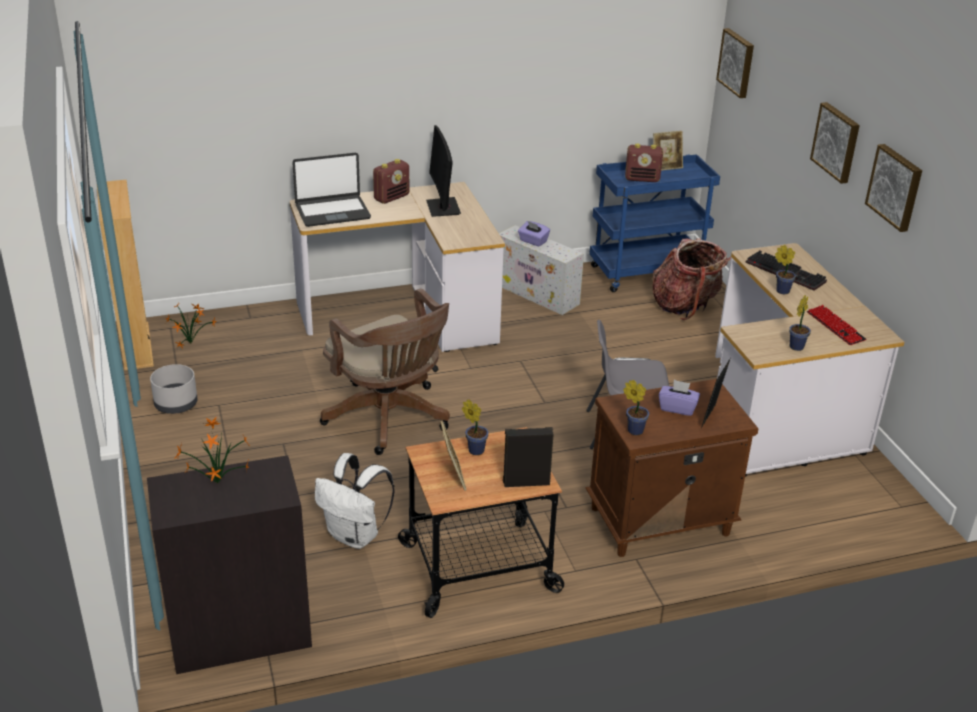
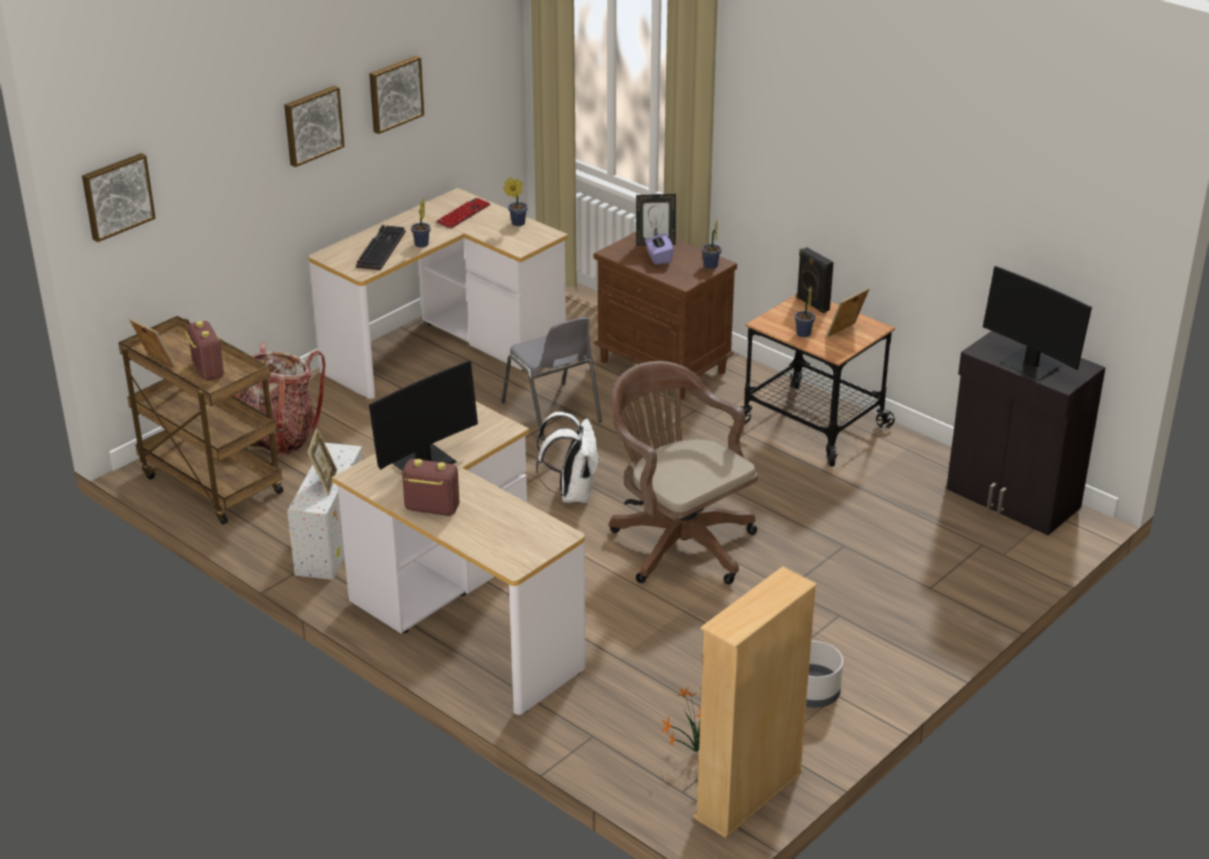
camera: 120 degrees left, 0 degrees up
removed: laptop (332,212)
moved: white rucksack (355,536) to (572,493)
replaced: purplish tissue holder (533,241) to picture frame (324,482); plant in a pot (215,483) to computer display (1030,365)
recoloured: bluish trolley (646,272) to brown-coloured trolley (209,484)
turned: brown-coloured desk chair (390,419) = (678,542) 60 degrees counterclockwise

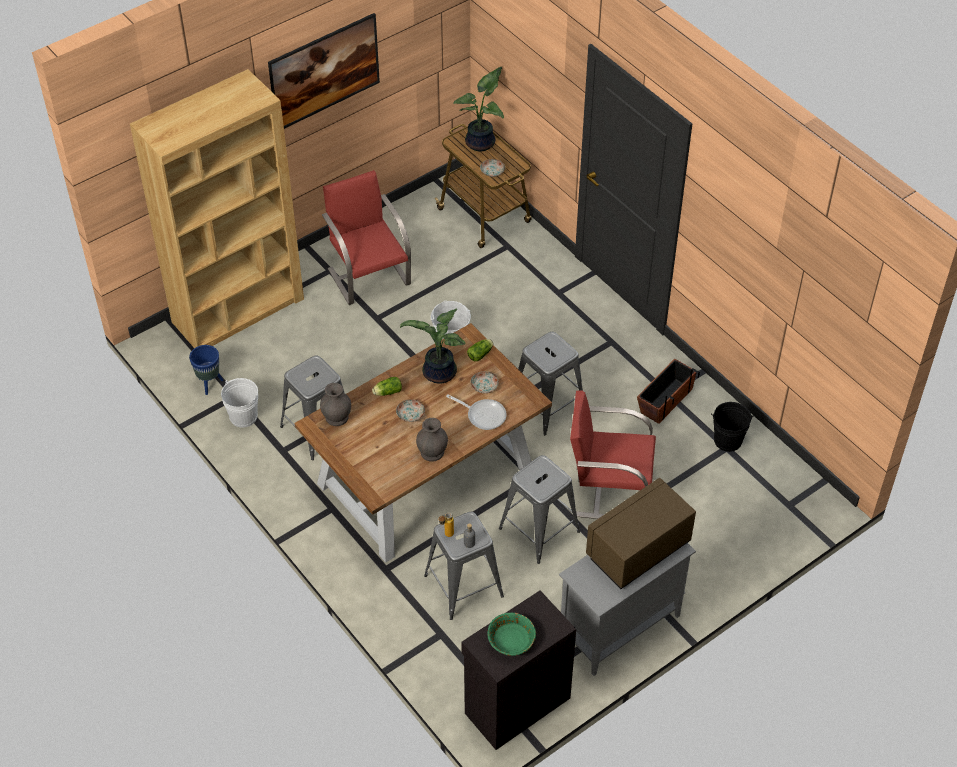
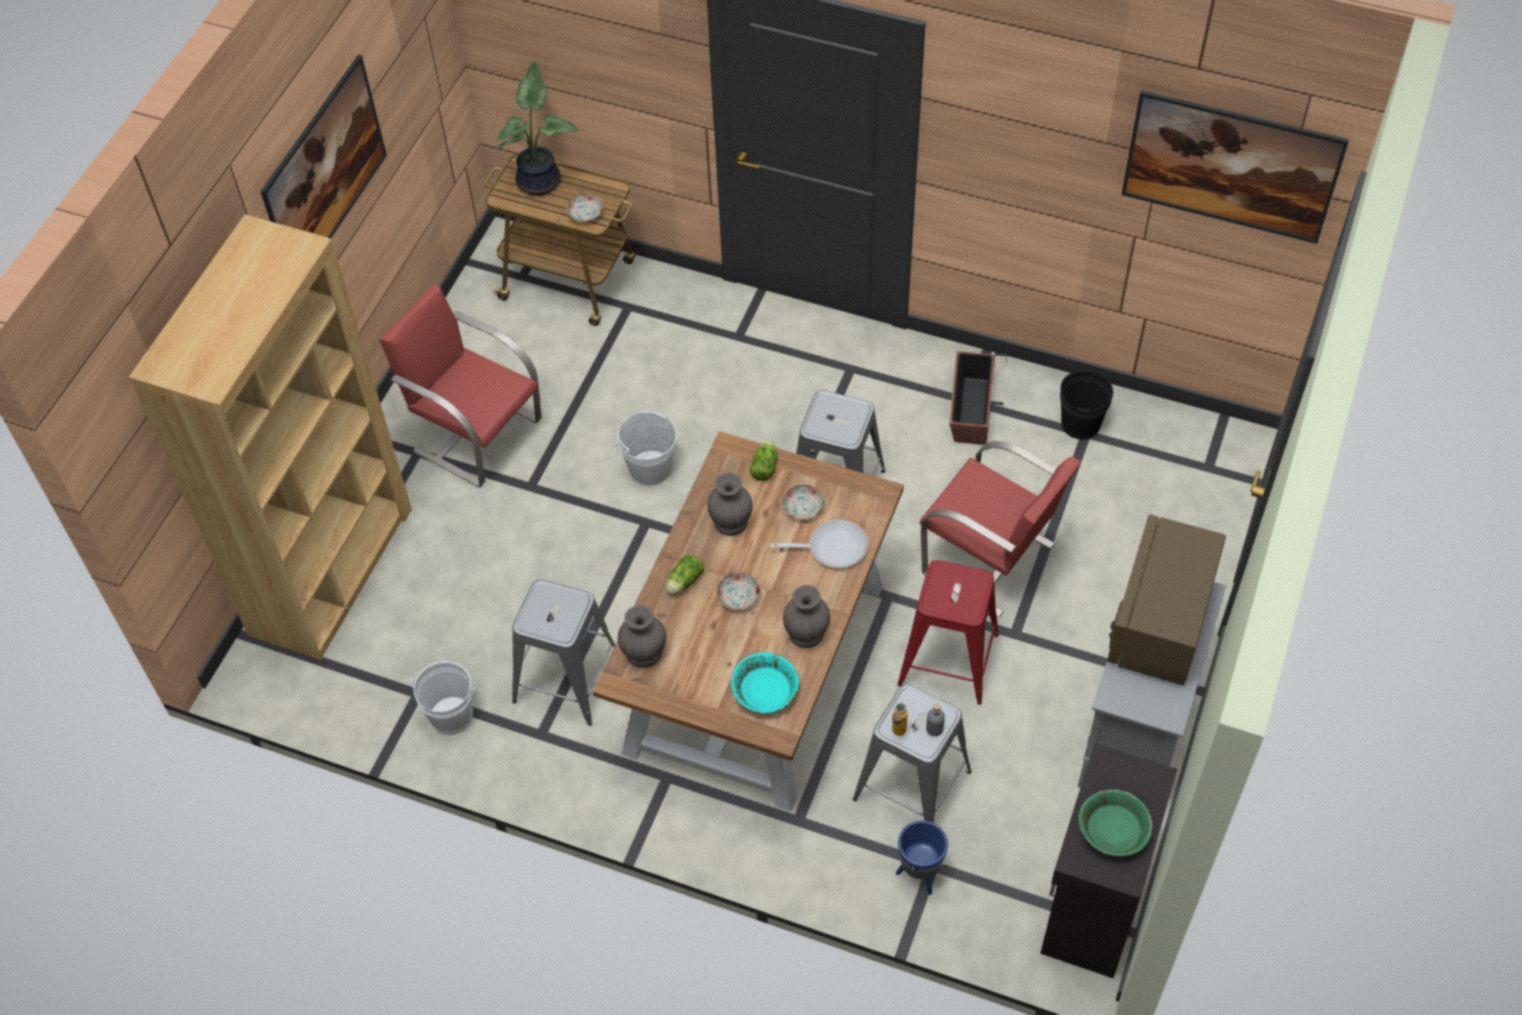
camera: 30 degrees left, 5 degrees up
added: wall picture (1225,192); turquoise-coloured deep dish (765,691)
moved: bluish flower pot (209,384) to (919,874)
replaced: plant in a pot (437,374) to grey vase (730,522)
recoloured: grey stool seat (539,529) to red stool seat (948,659)
turned: red chair (608,489) = (990,560) 120 degrees counterclockwise

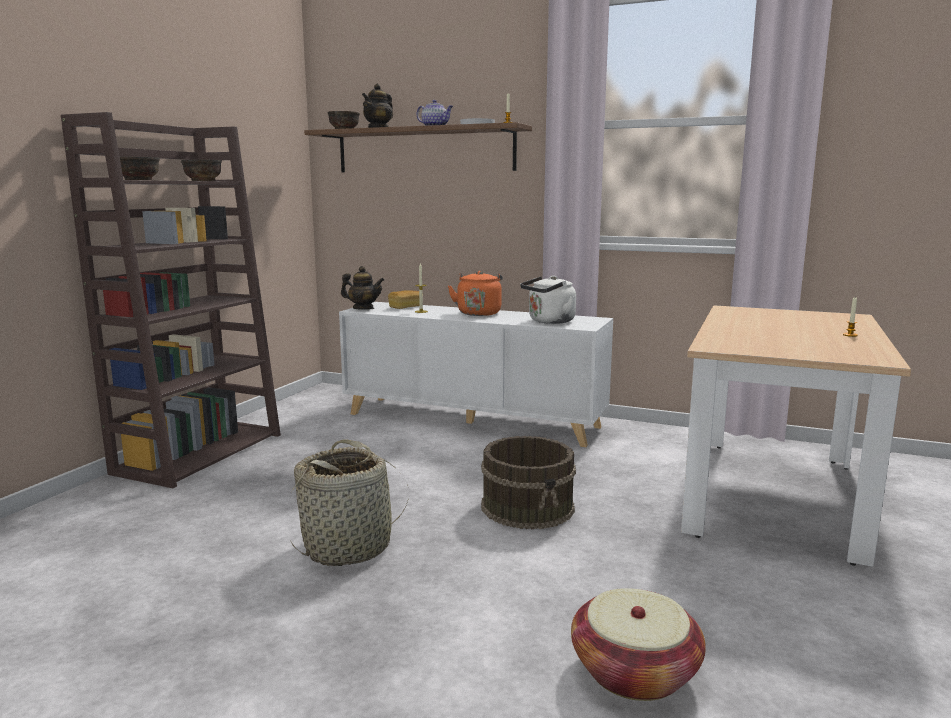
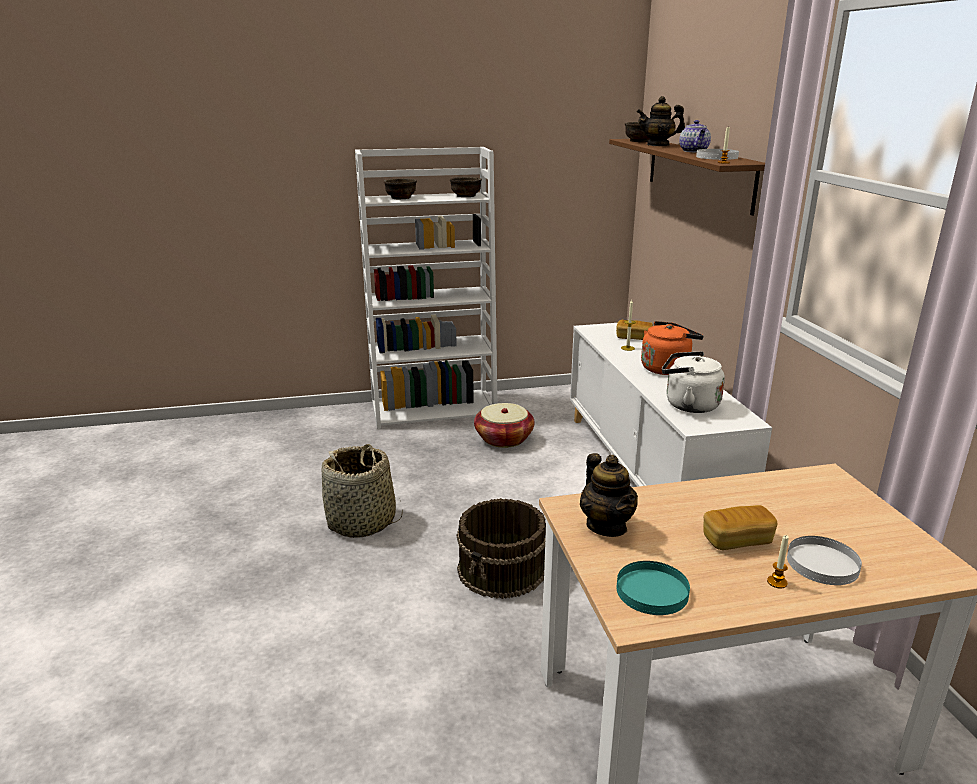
camera: 55 degrees right, 10 degrees up
added: bakery bread (737,540); white flat dish (823,563); turquoise-coloured flat dish (652,591)
moved: pot for tea (363,309) to (607,526); basket (634,672) to (503,439)
recoloured: brown-coloured bookshelf (200,452) to white bookshelf (434,409)

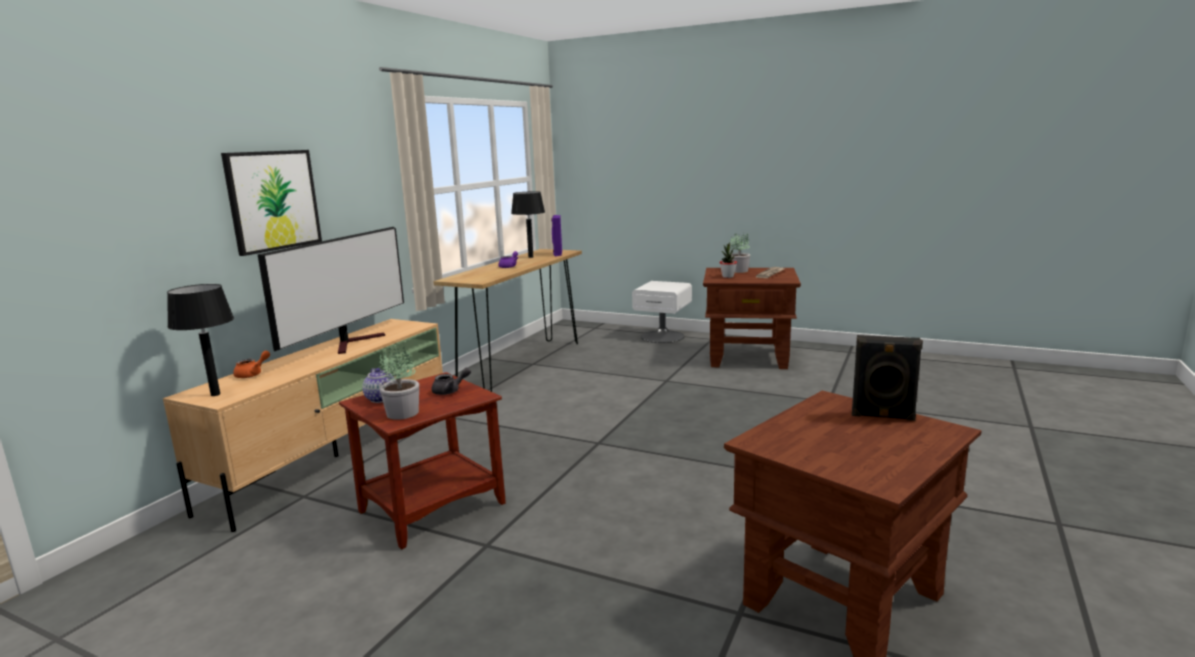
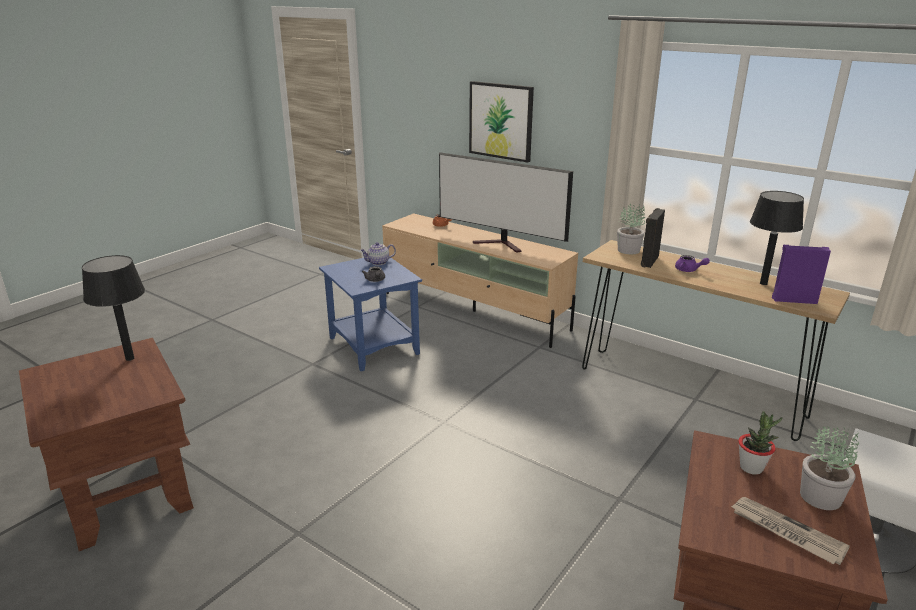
camera: 100 degrees right, 10 degrees up
moved: blackish lamp for a table (215,394) to (129,358); blackish loudspeaker (882,416) to (648,261); plant in a pot (402,413) to (629,250)
recoloured: brown-coloured accent table (431,507) to bluish accent table (375,345)

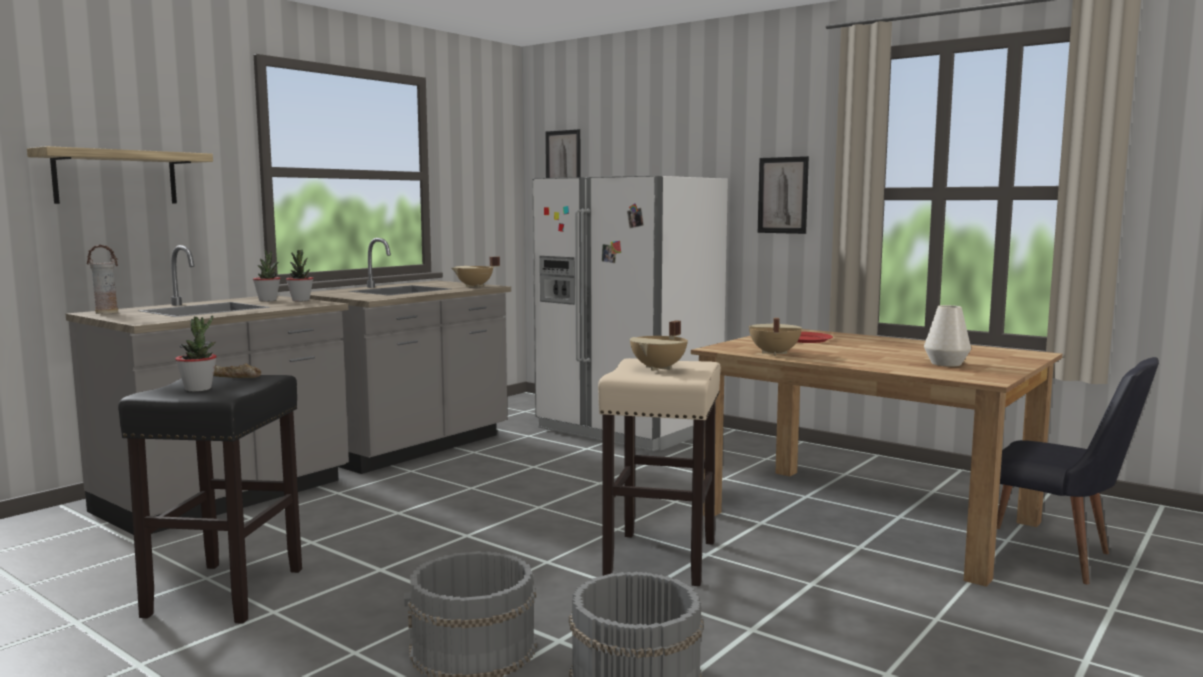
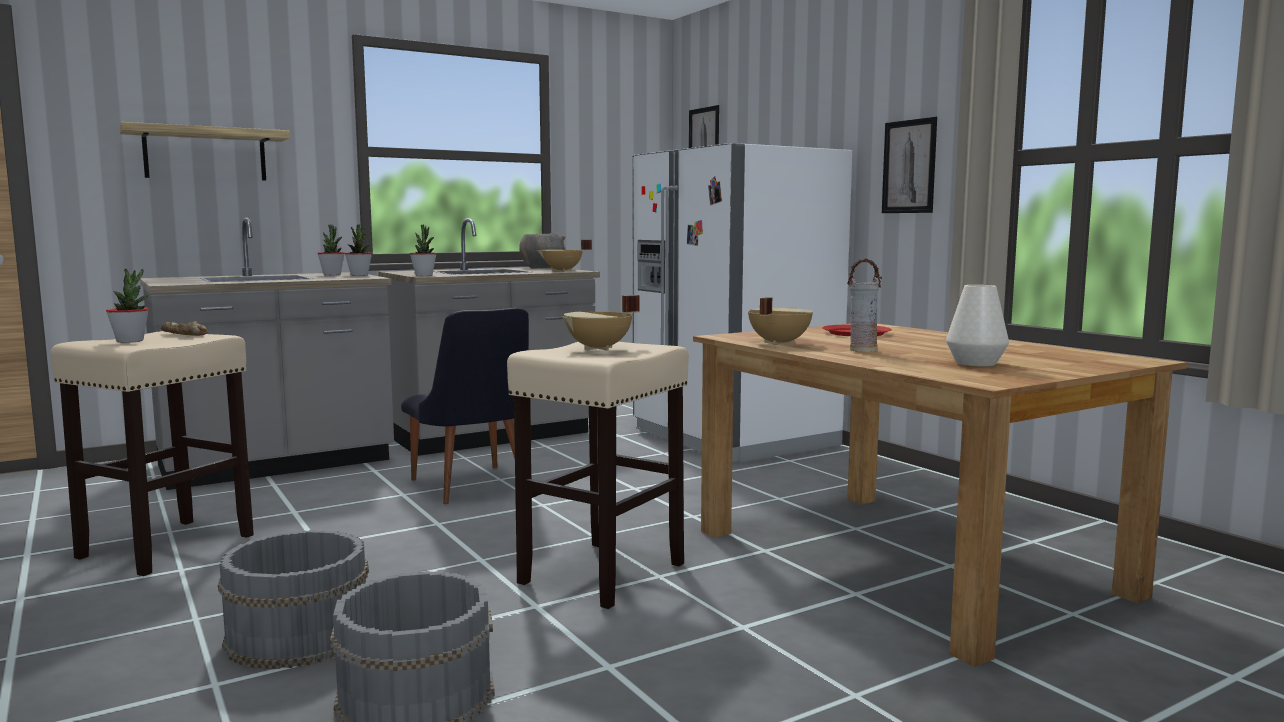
camera: 20 degrees right, 0 degrees up
added: plant in a pot (424,275); grey deep dish (542,268)
moved: vase (106,313) to (862,351); blackish chair (1053,558) to (473,488)
recoloured: blackish stool seat (226,591) to sand-coloured stool seat (168,545)

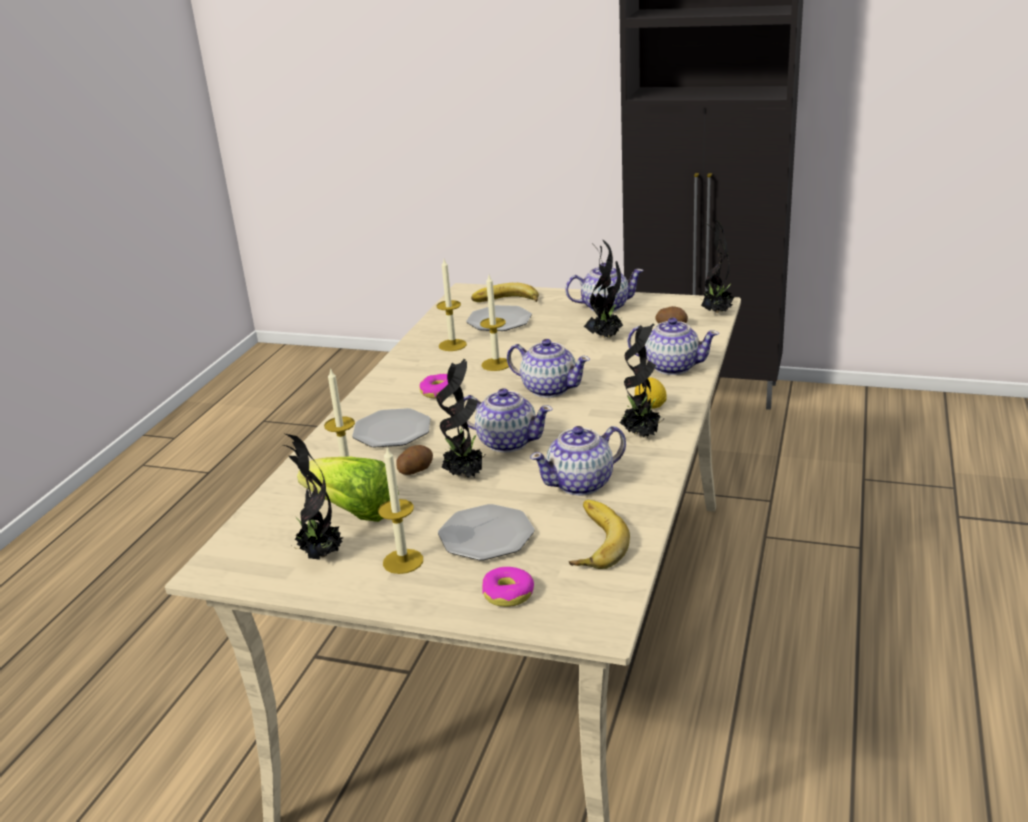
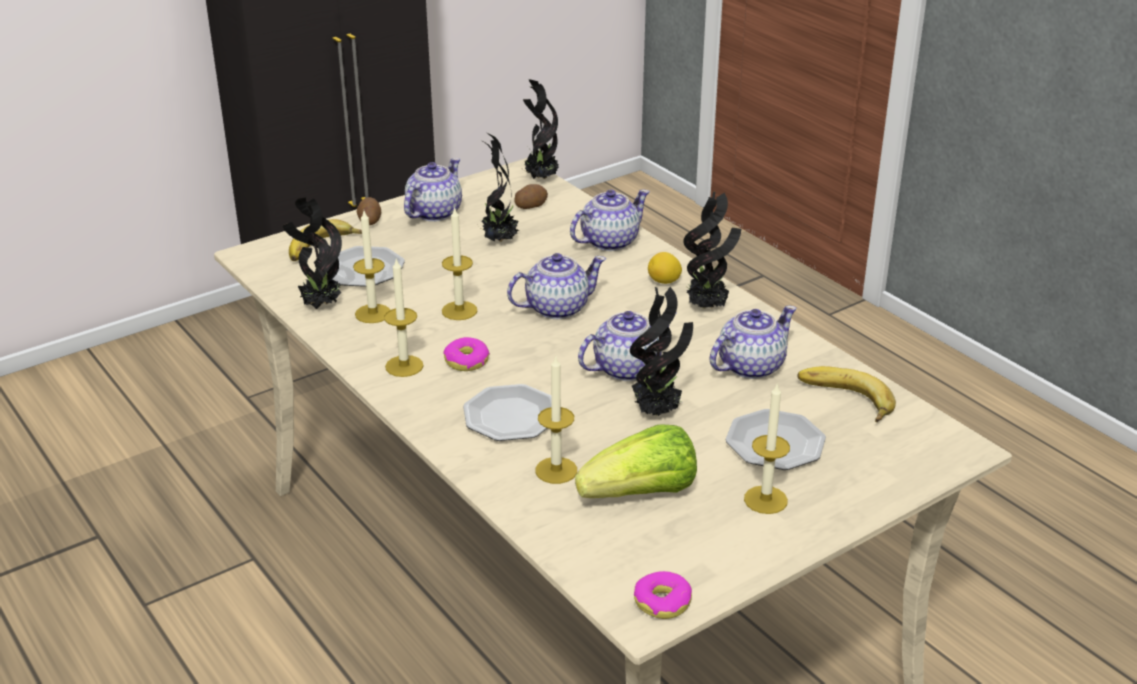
camera: 55 degrees left, 5 degrees up
added: candle (404,366)
moved: plant in a pot (320,555) to (320,306); whole potato (415,470) to (369,221); donut (508,594) to (662,602)
turned: pot for tea (581,484) = (749,366) 135 degrees counterclockwise

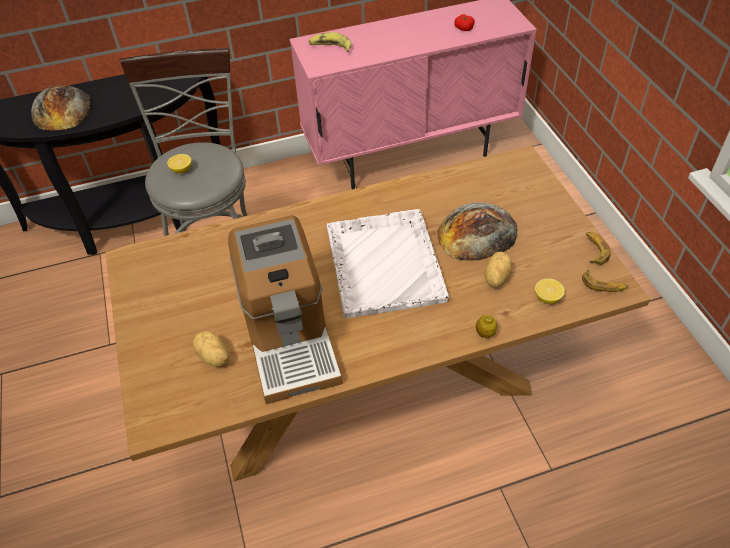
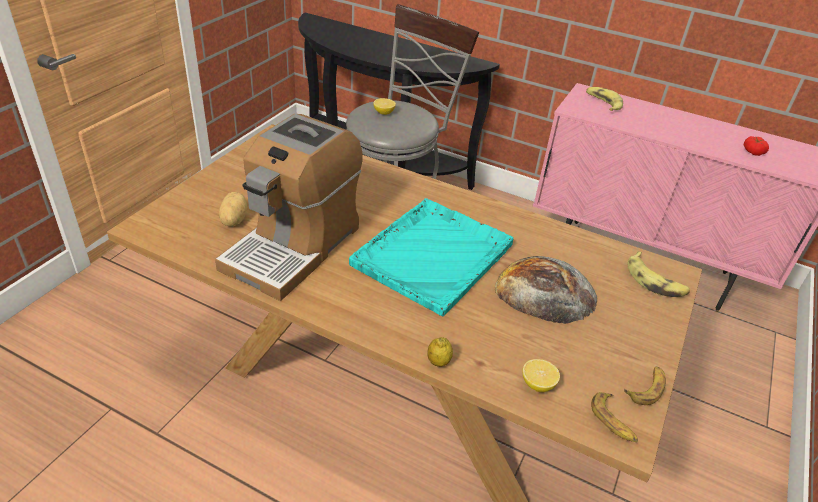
camera: 40 degrees right, 10 degrees down
removed: bakery bread (62,109); whole potato (495,278)
added: whole banana (655,281)
recoloured: white carrying tray (384,263) to turquoise-coloured carrying tray (434,254)

